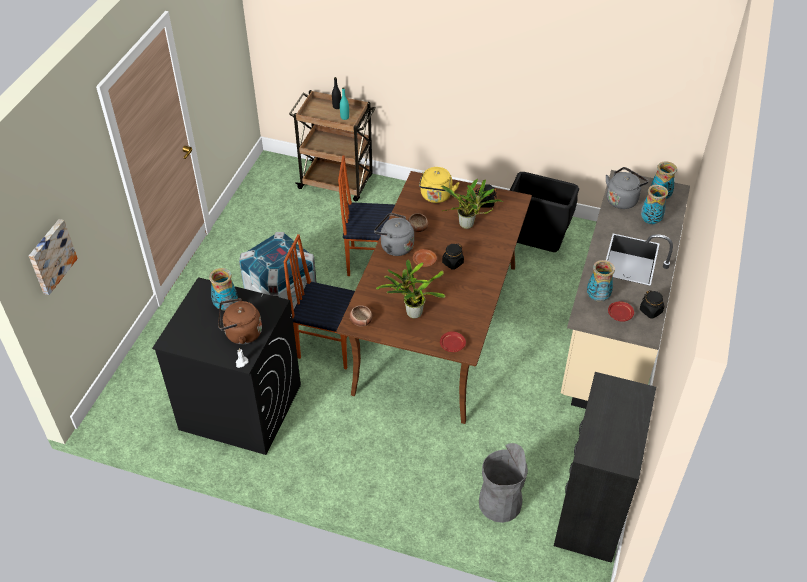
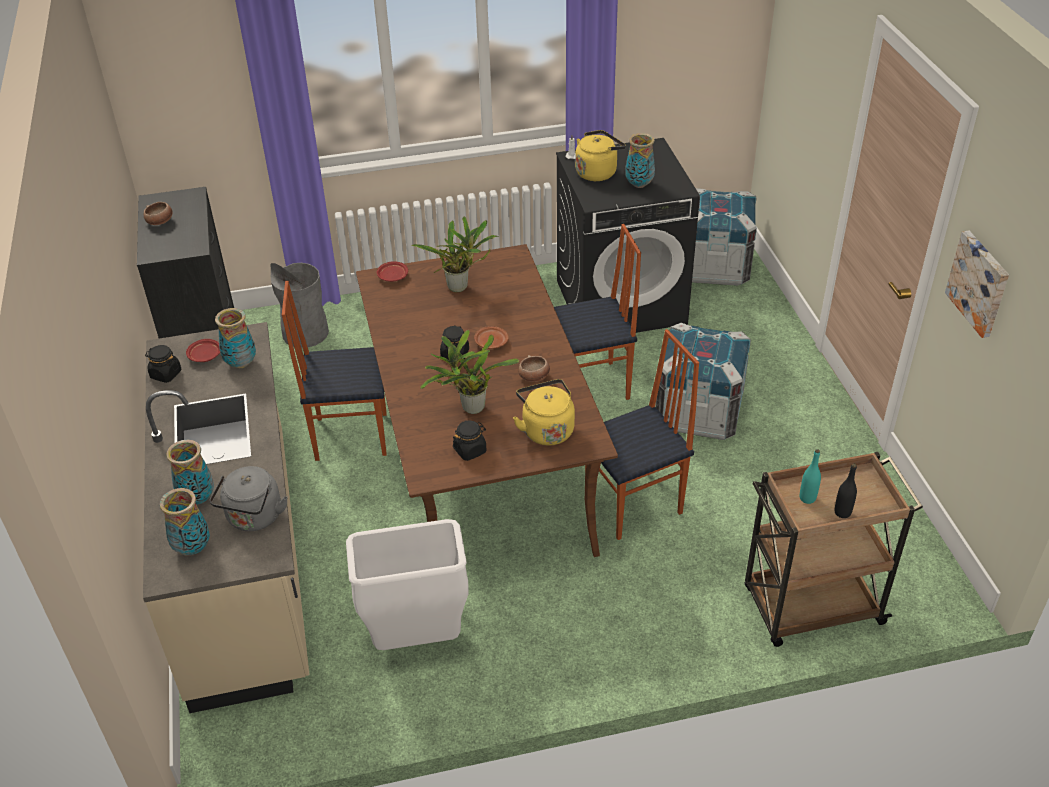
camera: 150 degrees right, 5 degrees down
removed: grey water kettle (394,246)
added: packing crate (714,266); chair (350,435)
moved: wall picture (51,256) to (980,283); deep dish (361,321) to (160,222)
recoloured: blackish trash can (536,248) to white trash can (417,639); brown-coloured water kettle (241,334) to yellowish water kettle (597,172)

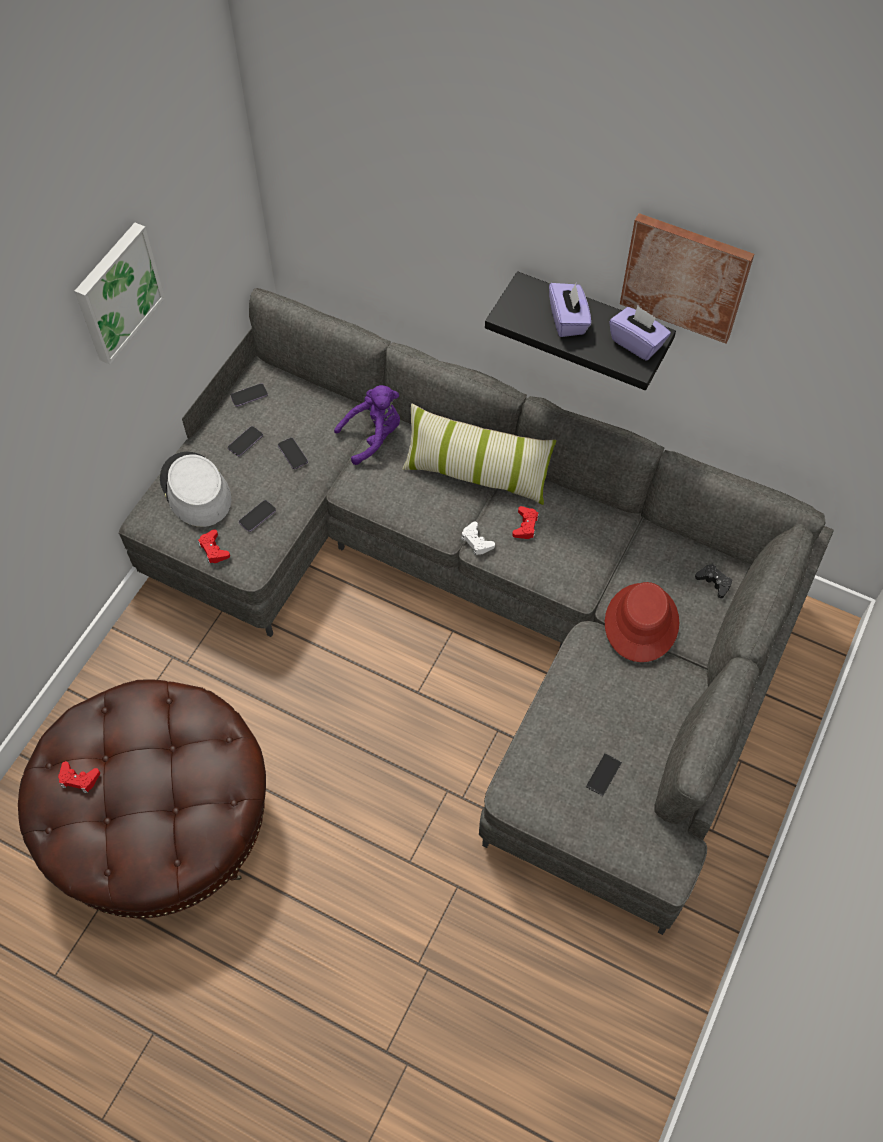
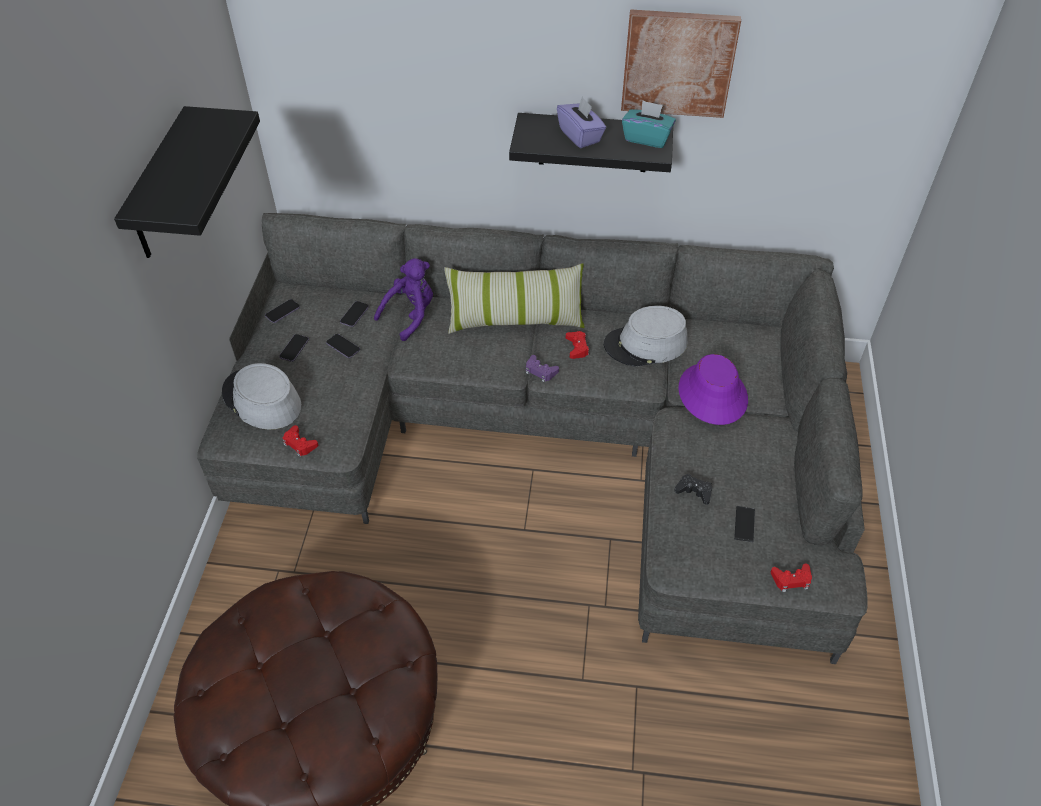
camera: 20 degrees left, 10 degrees down
added: grey wearable hat (645,344)
moved: phone (257,516) to (354,315); blackish joypad (714,582) to (694,491); red joypad (79,779) to (791,579)
replaced: wall picture (116,292) to blackish bracket shelf (161,188)
recoloured: purplish tissue holder (637,343) to turquoise-coloured tissue holder (647,138); white joypad (476,541) to purplish joypad (540,371); red wearable hat (641,623) to purplish wearable hat (712,394)

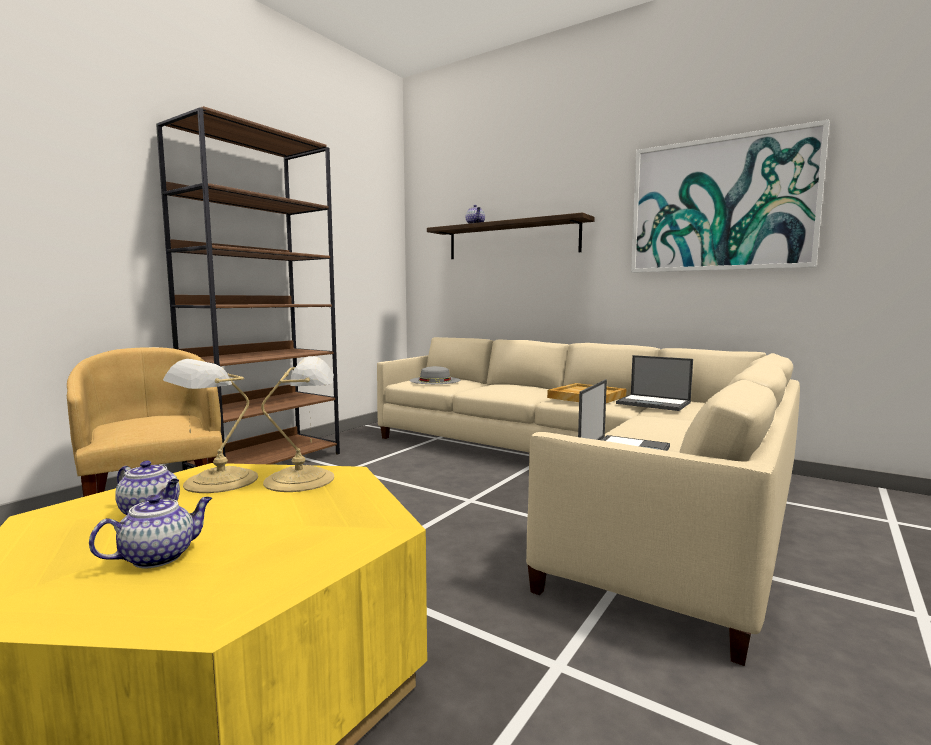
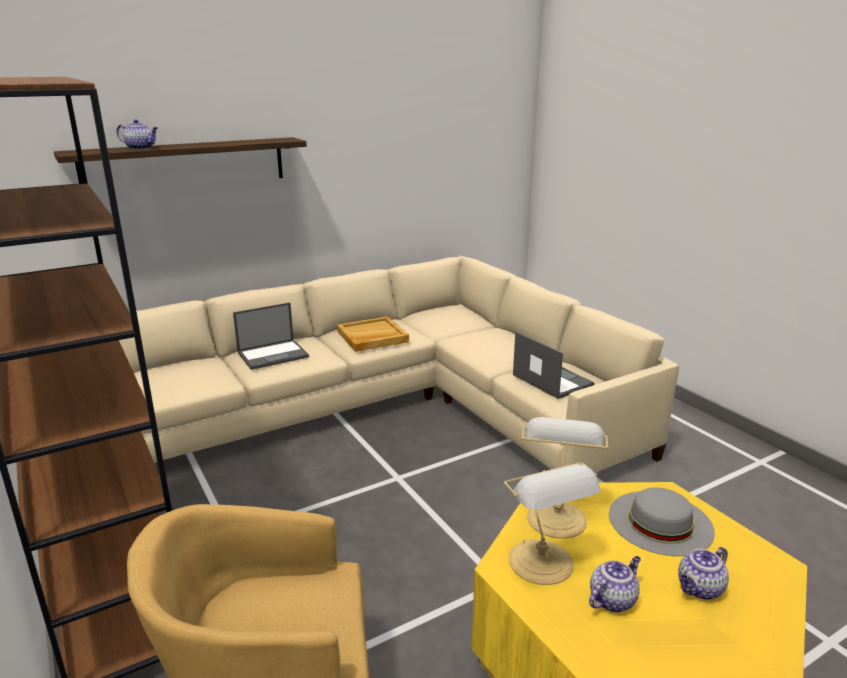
camera: 65 degrees left, 15 degrees up
removed: wall picture (720,205)
moved: laptop (654,403) to (273,354); grey wearable hat (435,380) to (660,522)
turned: pot for tea (159,556) = (700,589) 105 degrees counterclockwise

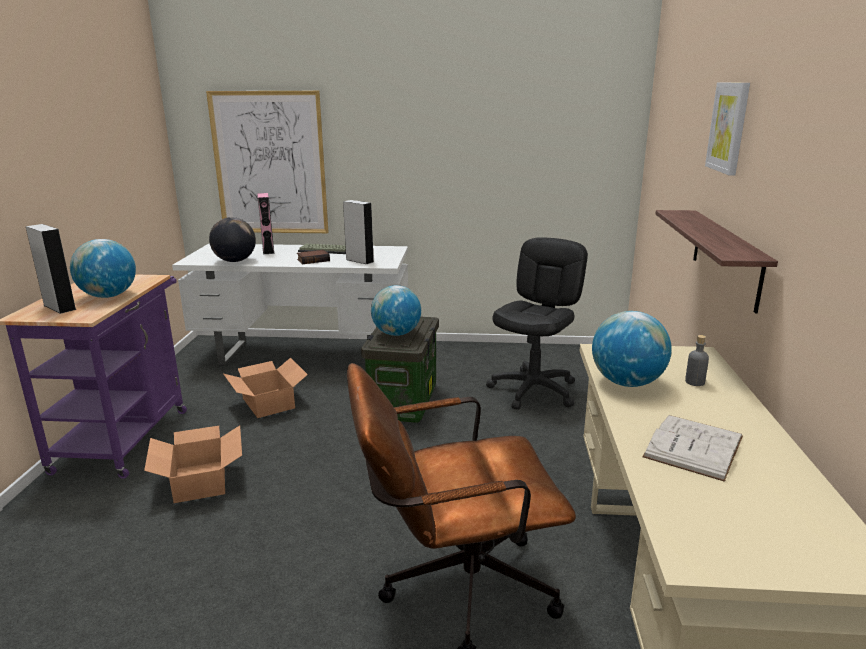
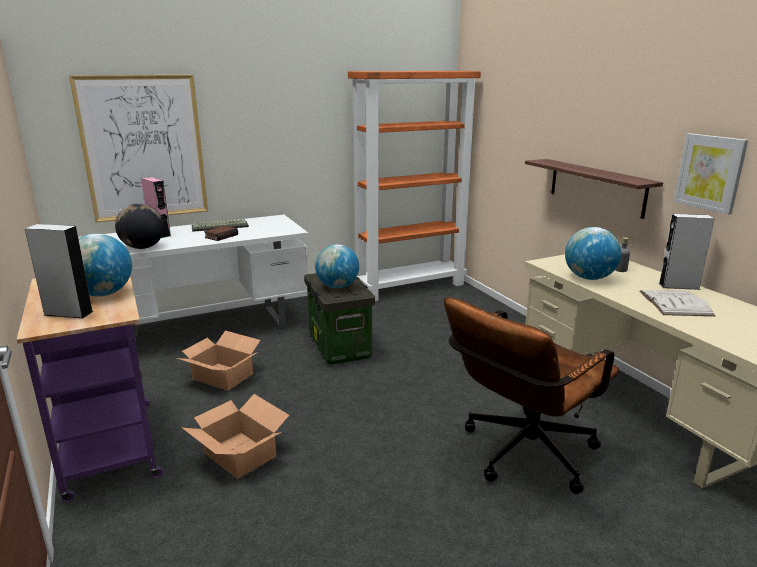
camera: 30 degrees left, 0 degrees up
removed: blackish desk chair (534,390)
added: orange-coloured bookshelf (410,287)
moved: wall picture (729,127) to (710,172); grey loudspeaker (359,260) to (679,286)

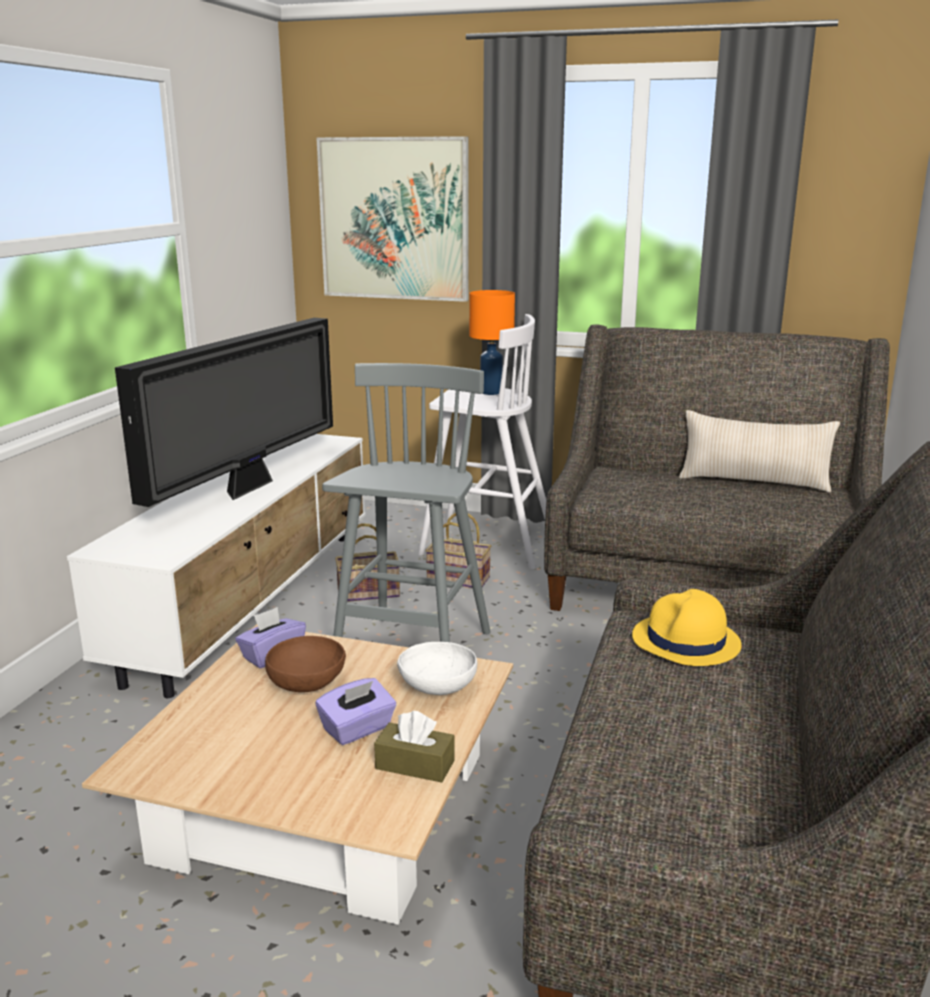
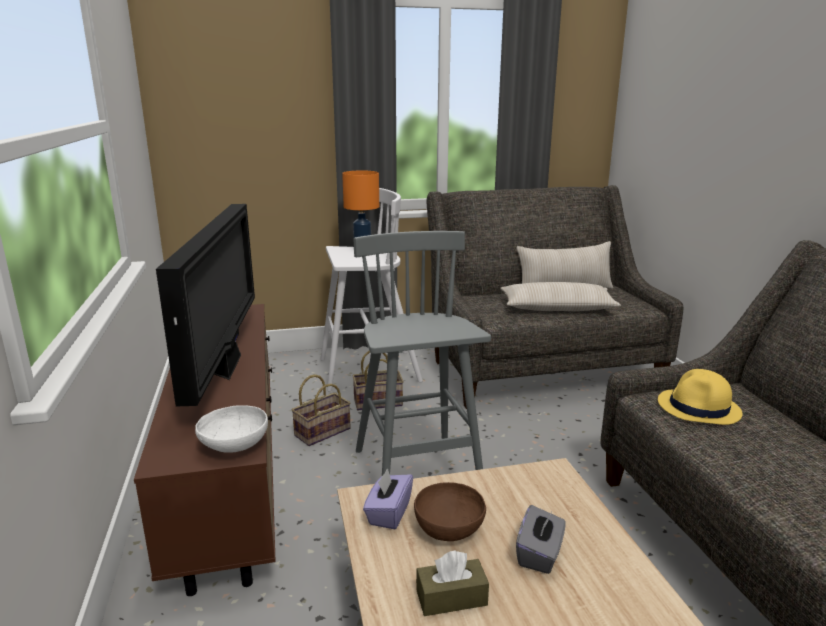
camera: 30 degrees left, 0 degrees up
removed: wall picture (394,219)
added: sand-coloured cushion (557,308)
moved: white deep dish (437,688) to (234,447); brown-coloured tissue holder (415,765) to (451,598)
recoloured: white tv stand (253,601) to brown-coloured tv stand (231,467); purplish tissue holder (357,729) to grey tissue holder (539,554)

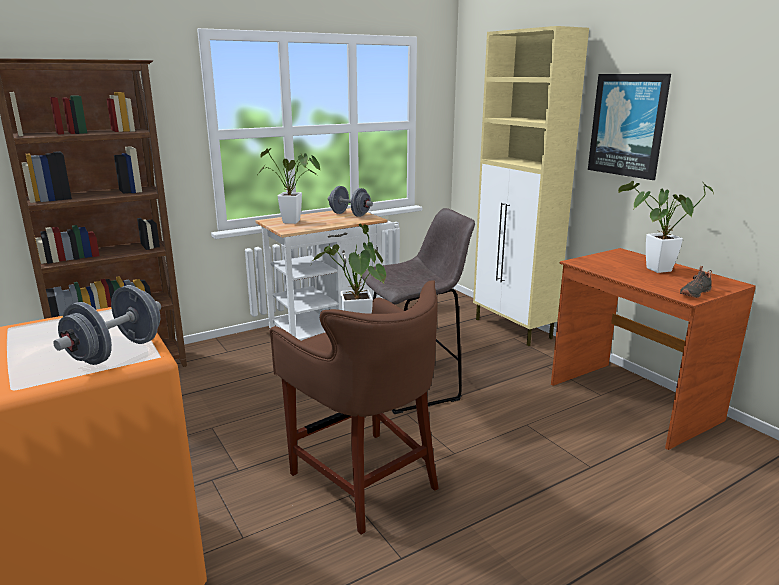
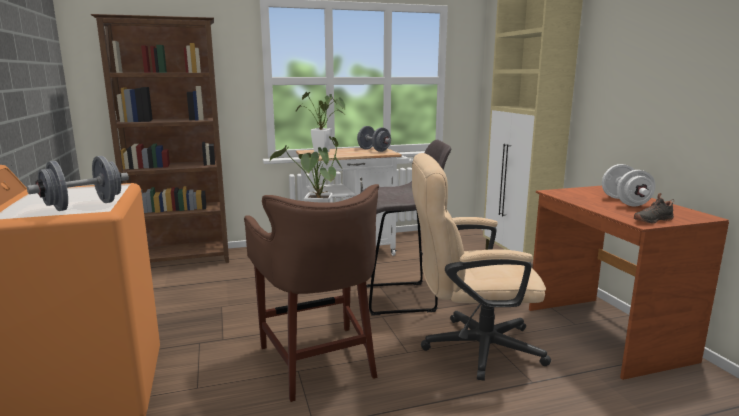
camera: 15 degrees right, 5 degrees down
removed: wall picture (628,125)
added: sand-coloured desk chair (470,347)
replaced: plant in a pot (653,270) to white dumbbell (625,202)

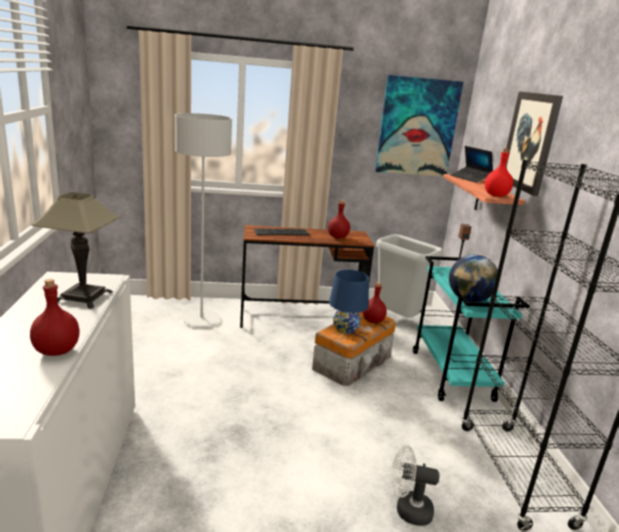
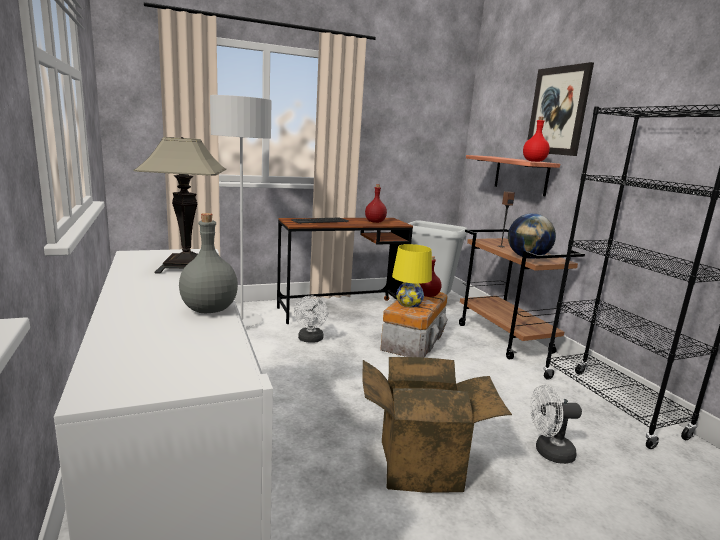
camera: 15 degrees left, 5 degrees down
removed: wall picture (417,127); laptop (470,178)
added: white fan (310,340); carton (421,462)
recoloured: turquoise-coloured trolley (452,376) to brown-coloured trolley (505,339); bluish lamp for a table (345,328) to yellowish lamp for a table (409,304); red beverage bottle (56,350) to grey beverage bottle (208,309)

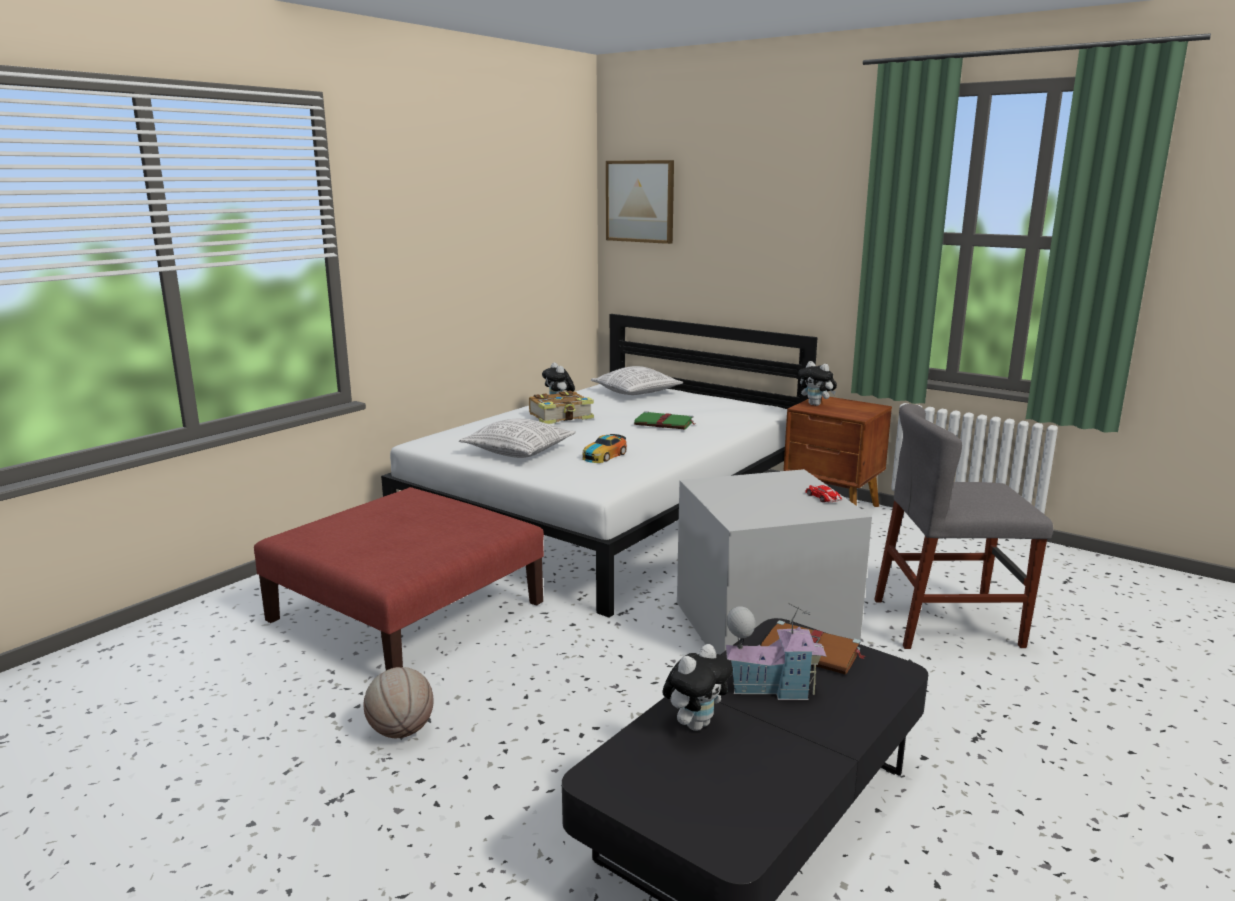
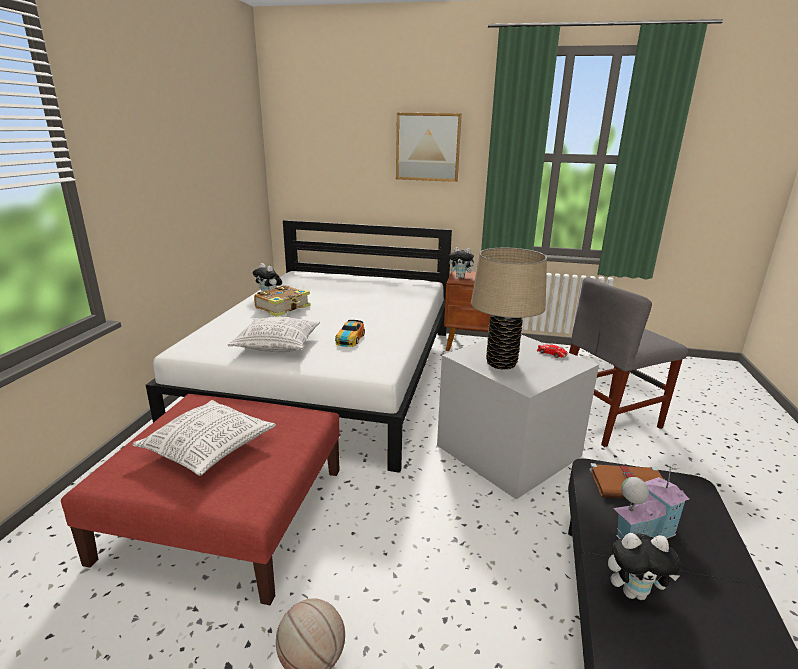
camera: 25 degrees left, 5 degrees up
removed: greenish volume (665,423)
added: sand-coloured lamp for a table (501,363)
moved: wall picture (640,201) to (428,147); cushion (636,393) to (208,449)
turned: plush toy (696,723) = (634,592) 75 degrees clockwise

